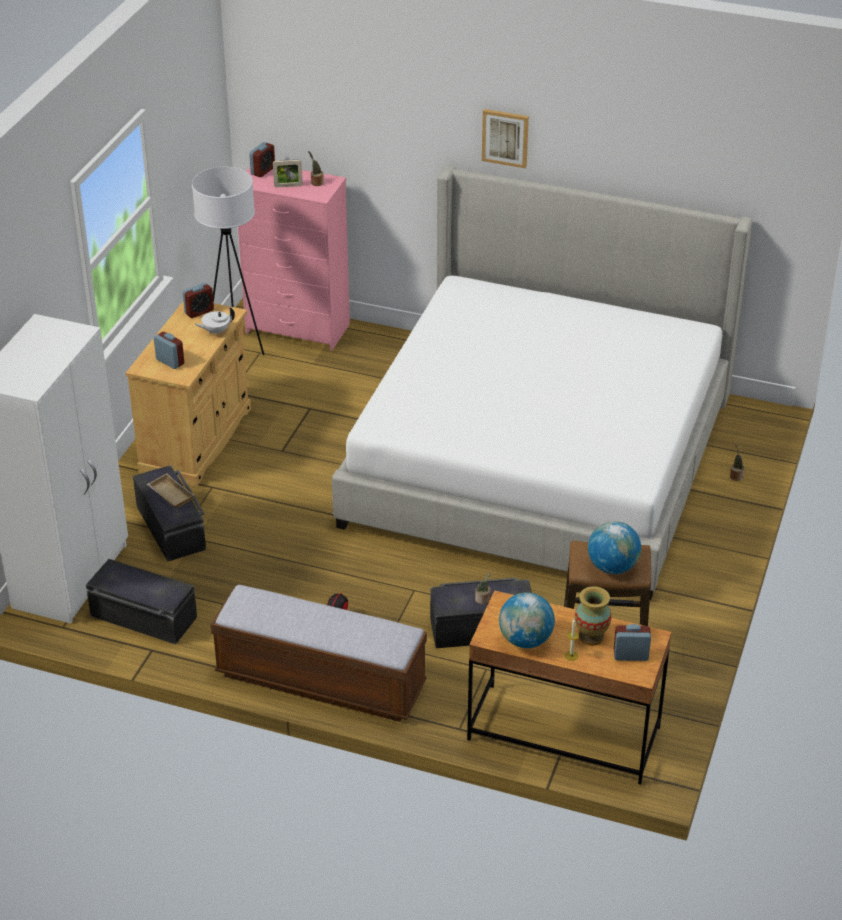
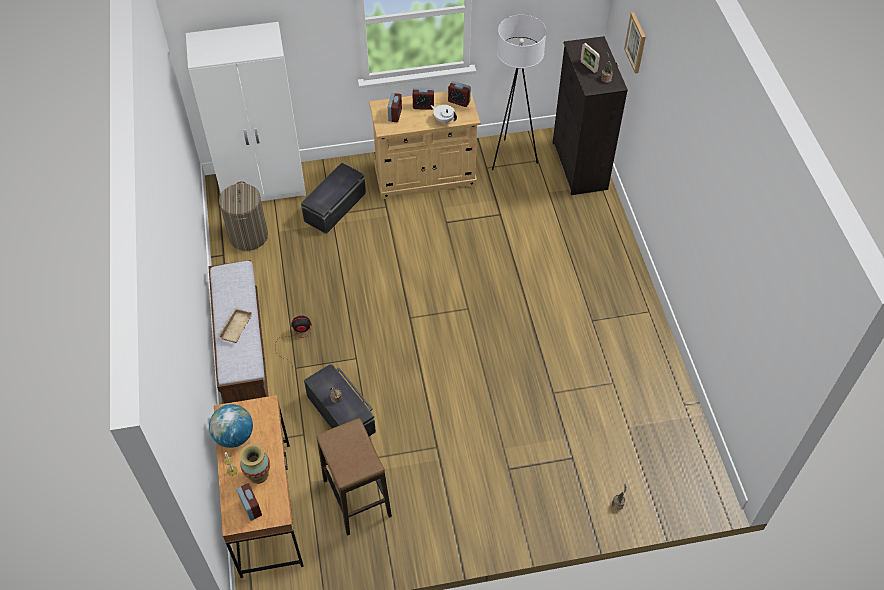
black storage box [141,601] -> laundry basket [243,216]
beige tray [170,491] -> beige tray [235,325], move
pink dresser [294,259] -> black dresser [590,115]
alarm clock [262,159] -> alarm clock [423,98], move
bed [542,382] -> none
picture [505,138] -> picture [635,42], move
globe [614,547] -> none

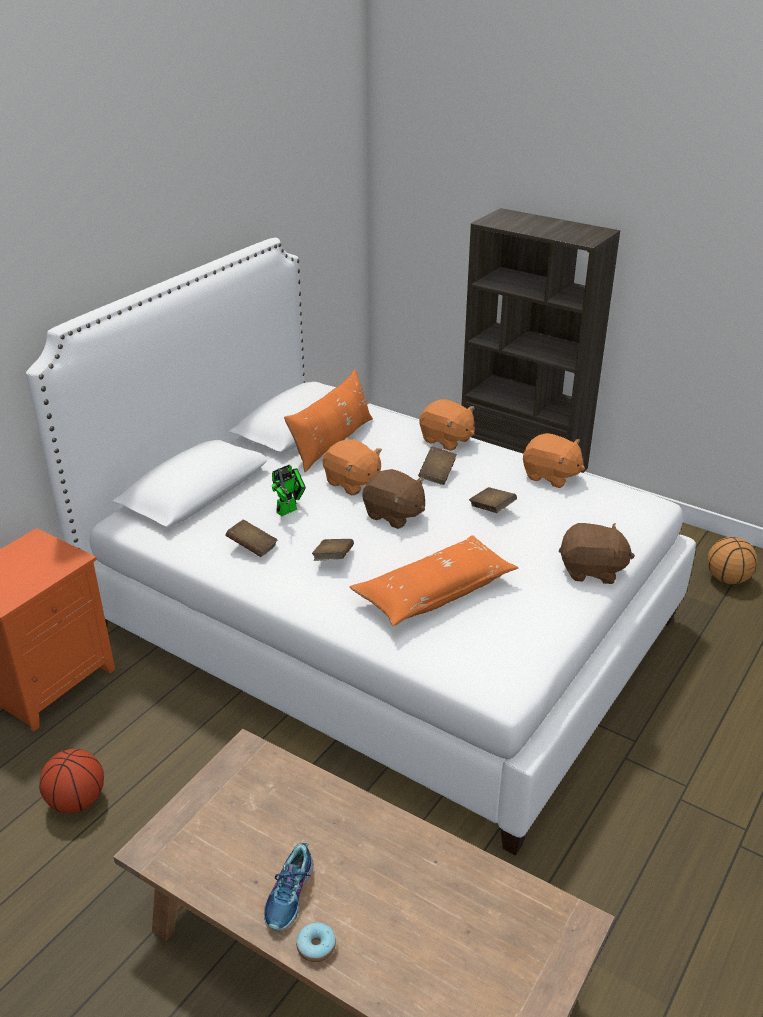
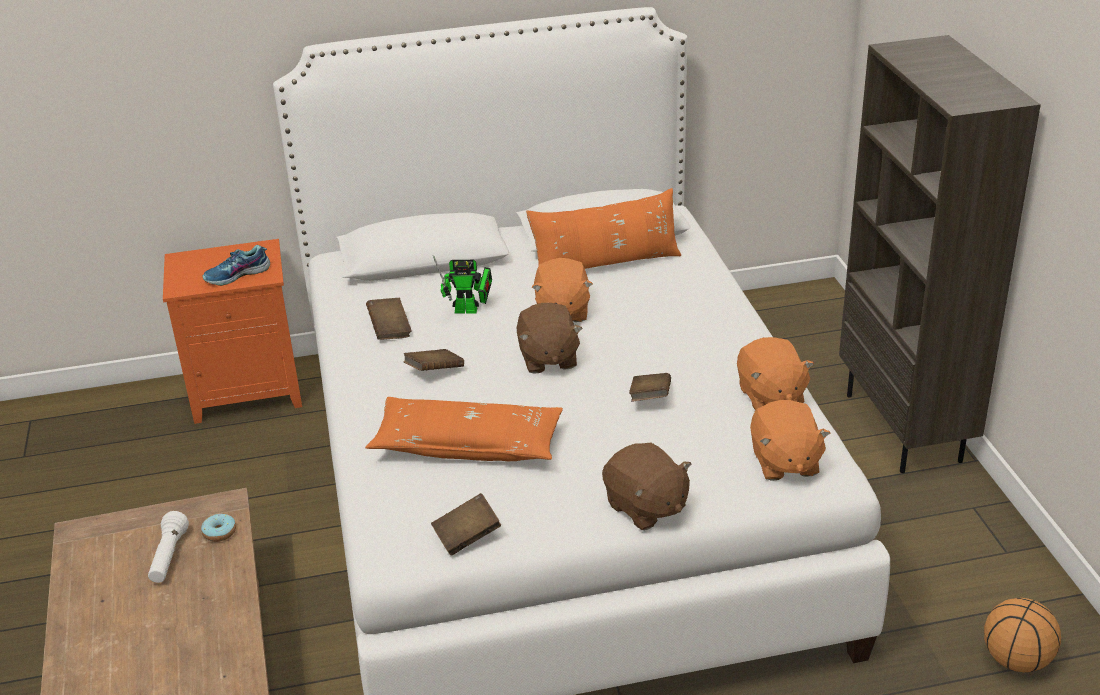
basketball [71,781] -> none
shoe [289,886] -> shoe [236,265], move
donut [316,942] -> donut [218,528], move
brown book [437,466] -> brown book [466,524], move
orange plush toy [447,425] -> orange plush toy [790,440], move
none -> white flashlight [168,547]

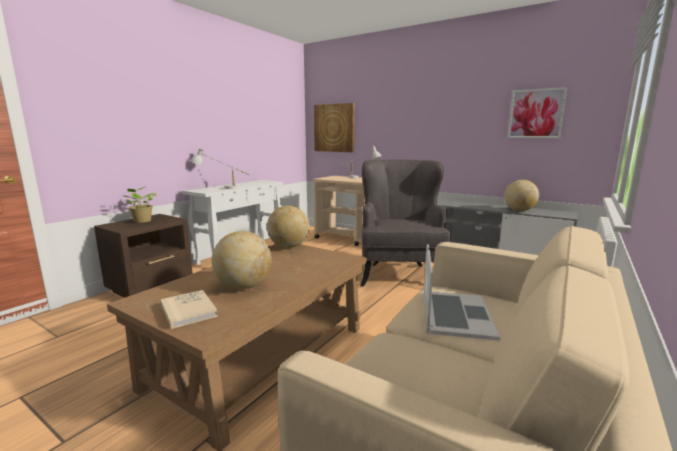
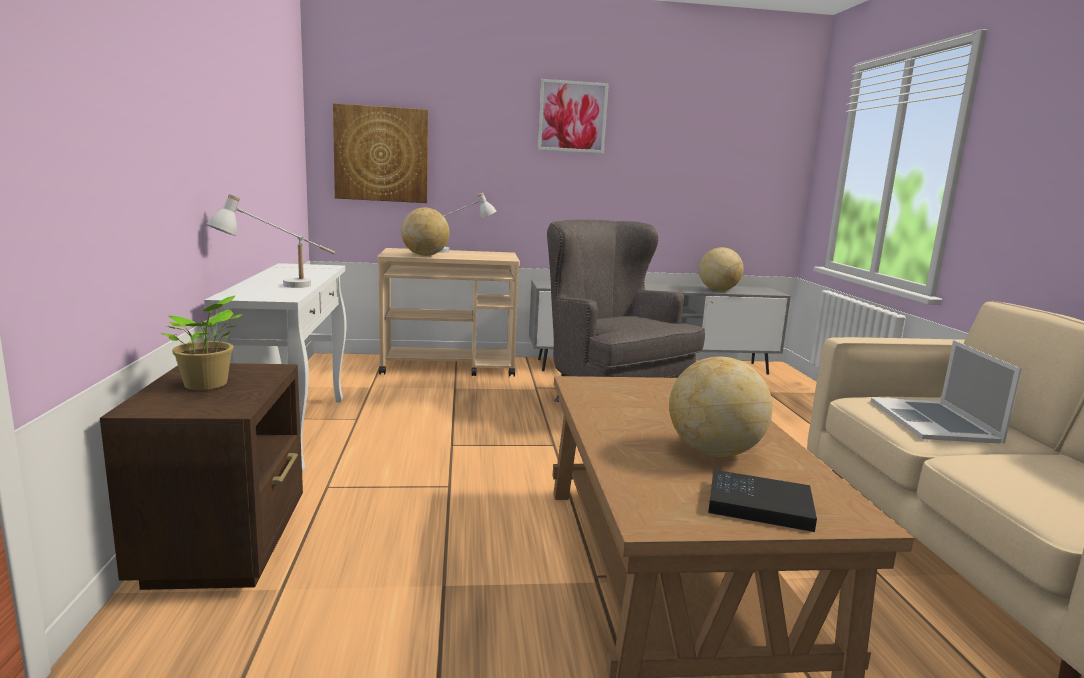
beige book [189,309] -> black book [762,501]
globe [288,227] -> globe [425,232], move
laptop [462,292] -> laptop [946,392], 150 degrees counterclockwise
picture [537,112] -> picture [573,116], move

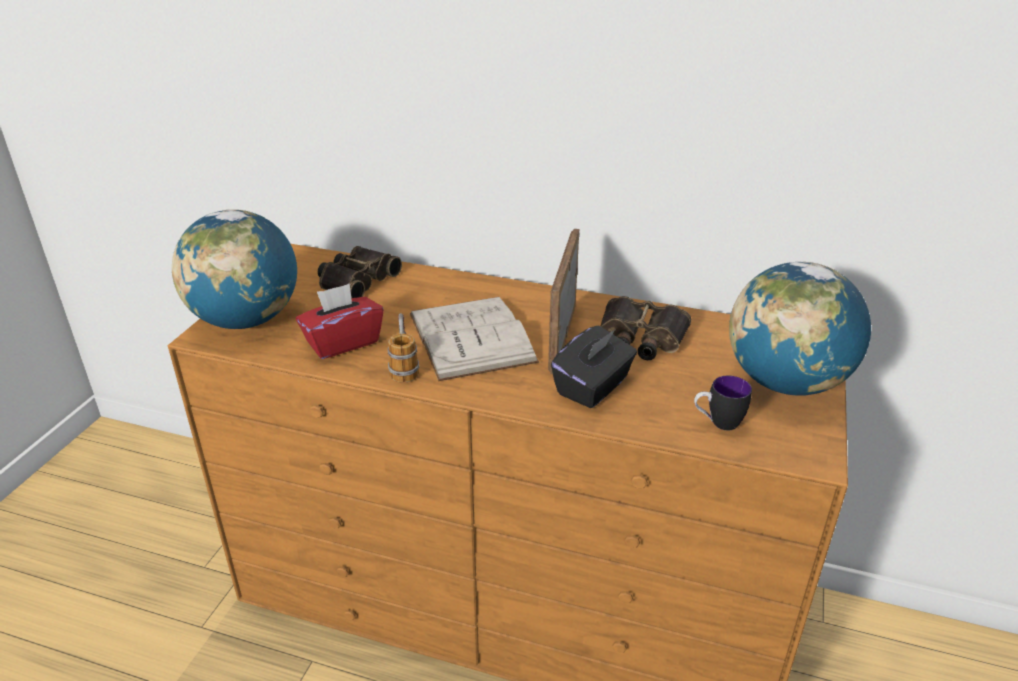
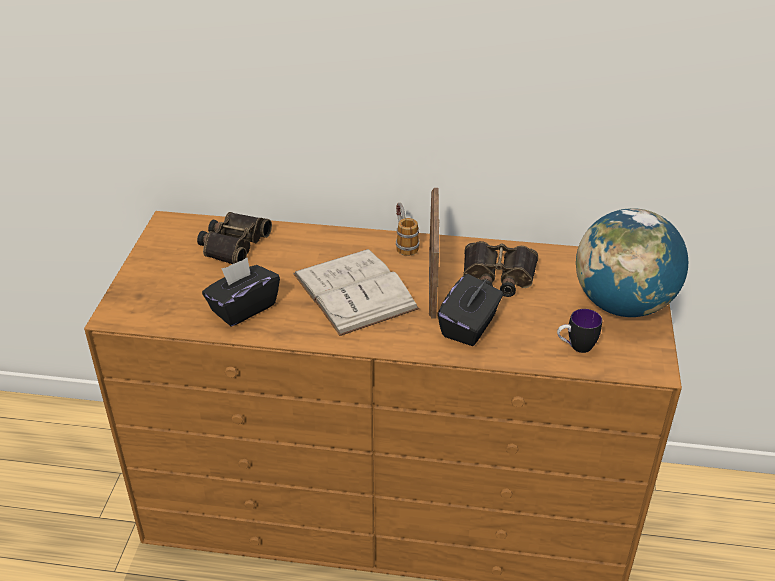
globe [234,269] -> none
red tissue box [340,321] -> black tissue box [241,292]
mug [403,348] -> mug [408,229], move

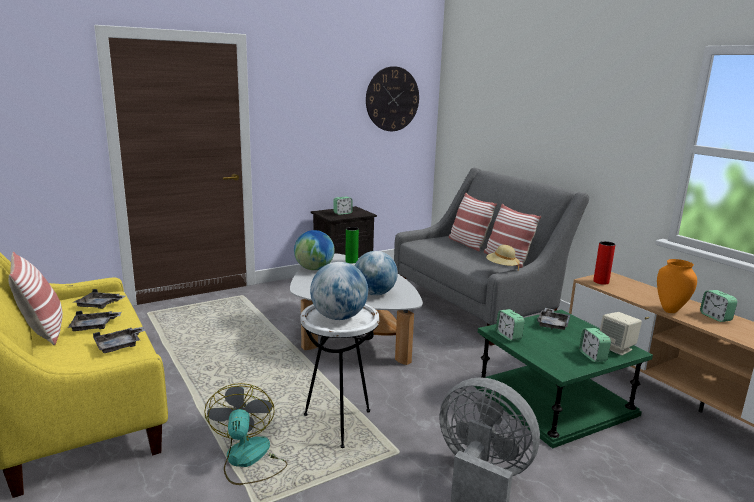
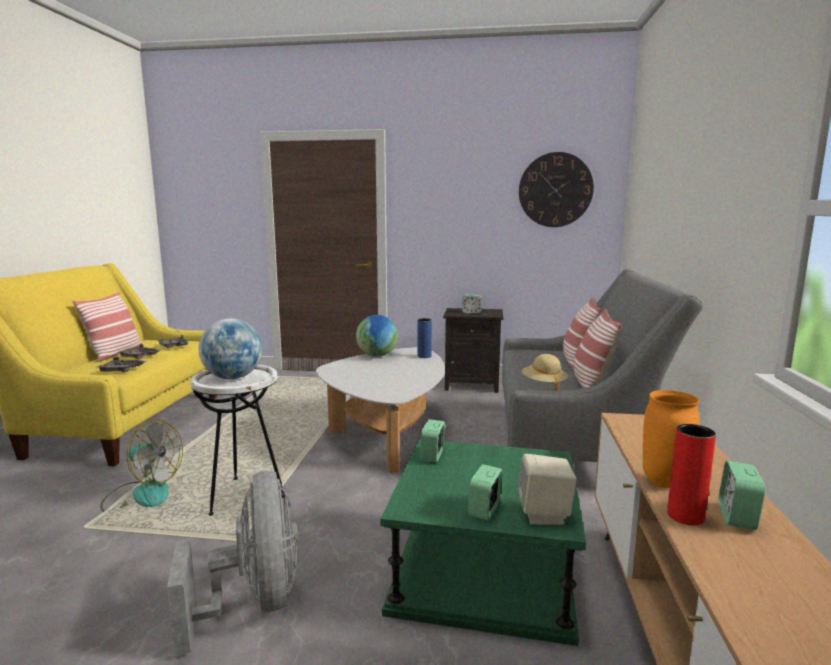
fan [245,434] -> fan [142,465], 75 degrees clockwise
green vase [352,245] -> blue vase [425,338]
globe [376,273] -> none
grey tray [553,319] -> none
red vase [604,263] -> red vase [691,474], move

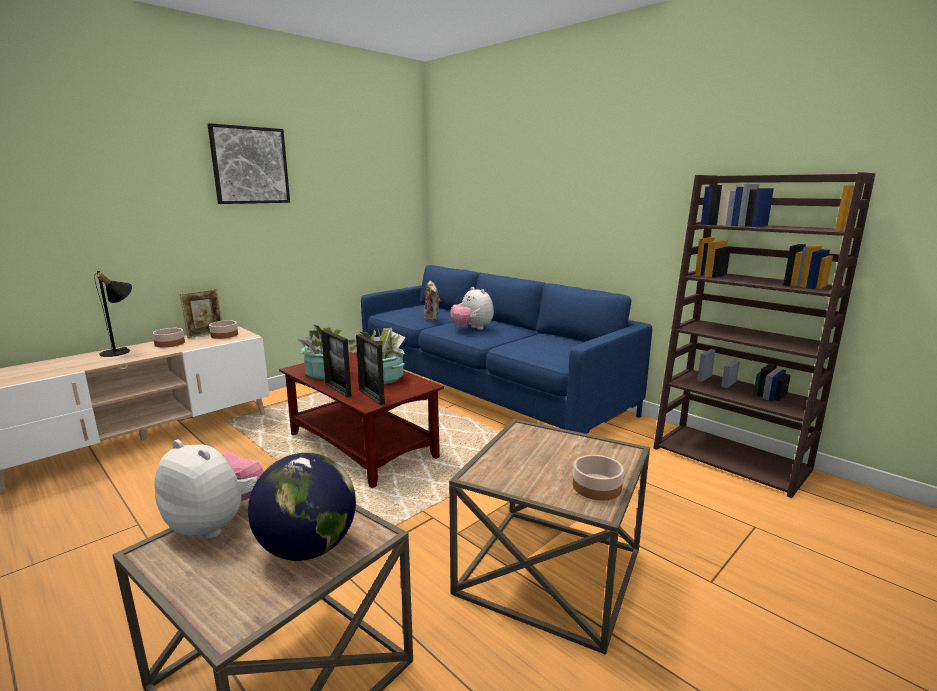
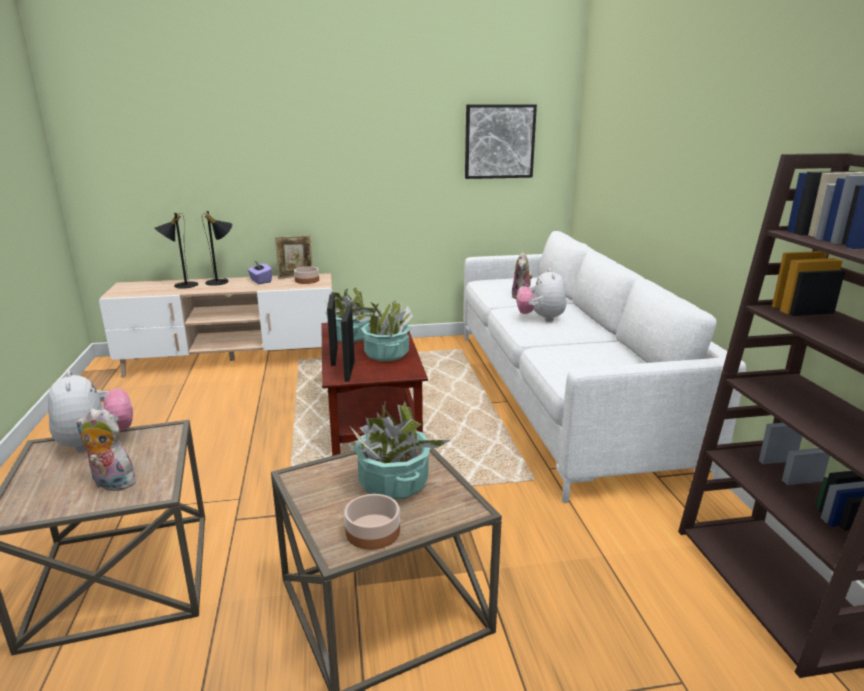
bowl [169,337] -> purple tissue box [259,272]
picture [248,163] -> picture [501,141], move
globe [302,507] -> plush toy [106,449]
blue sofa [506,349] -> white sofa [604,367]
none -> black table lamp [176,251]
none -> potted plant [399,451]

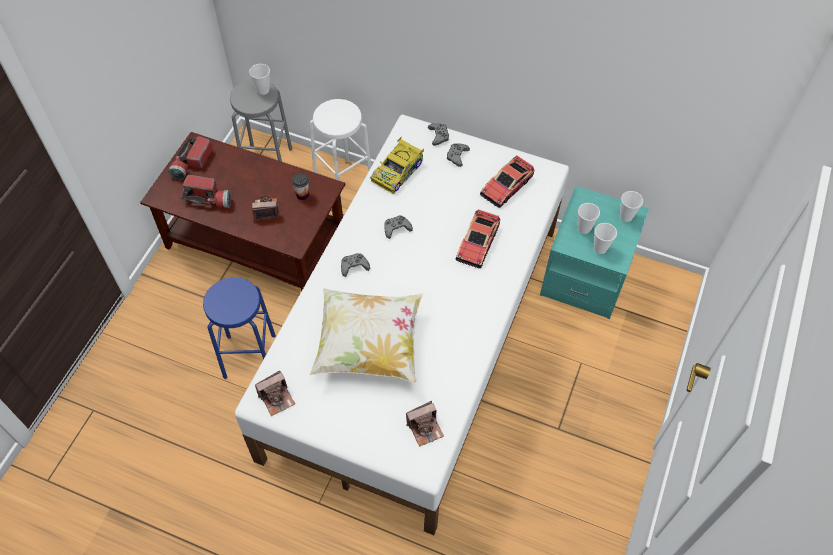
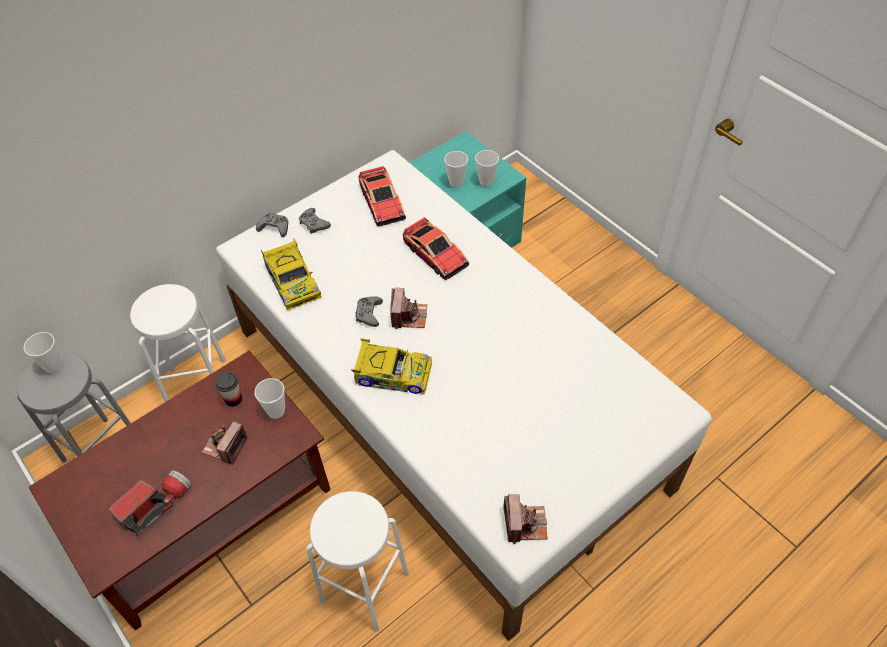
flashlight [190,157] -> none
blue stool [239,328] -> white stool [357,561]
pillow [366,335] -> none
grey game controller [355,265] -> toy car [392,366]
photo camera [425,424] -> photo camera [408,308], move
cup [631,206] -> cup [269,398], move

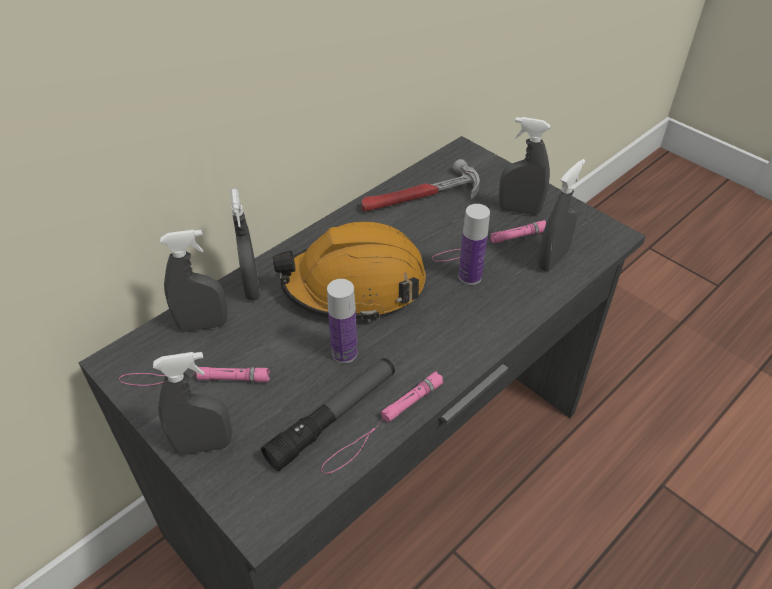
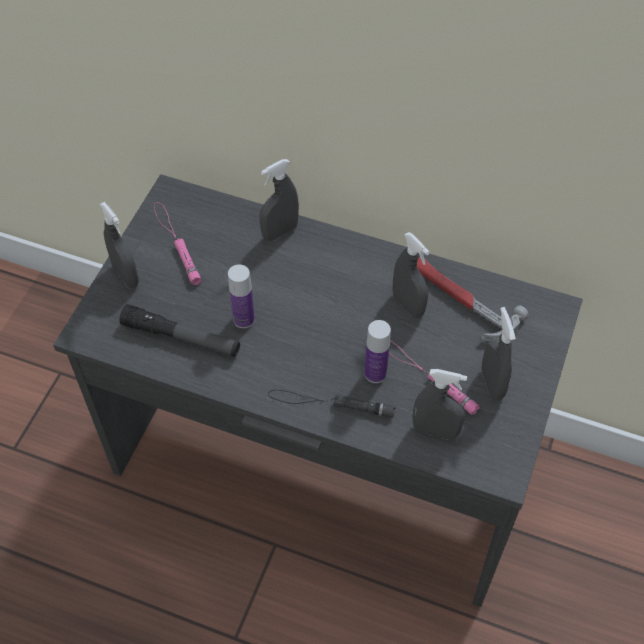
grey spray bottle [193,281] -> grey spray bottle [411,275], move
orange hard hat [349,271] -> none
pink flashlight [382,423] -> none
none -> black flashlight [331,404]

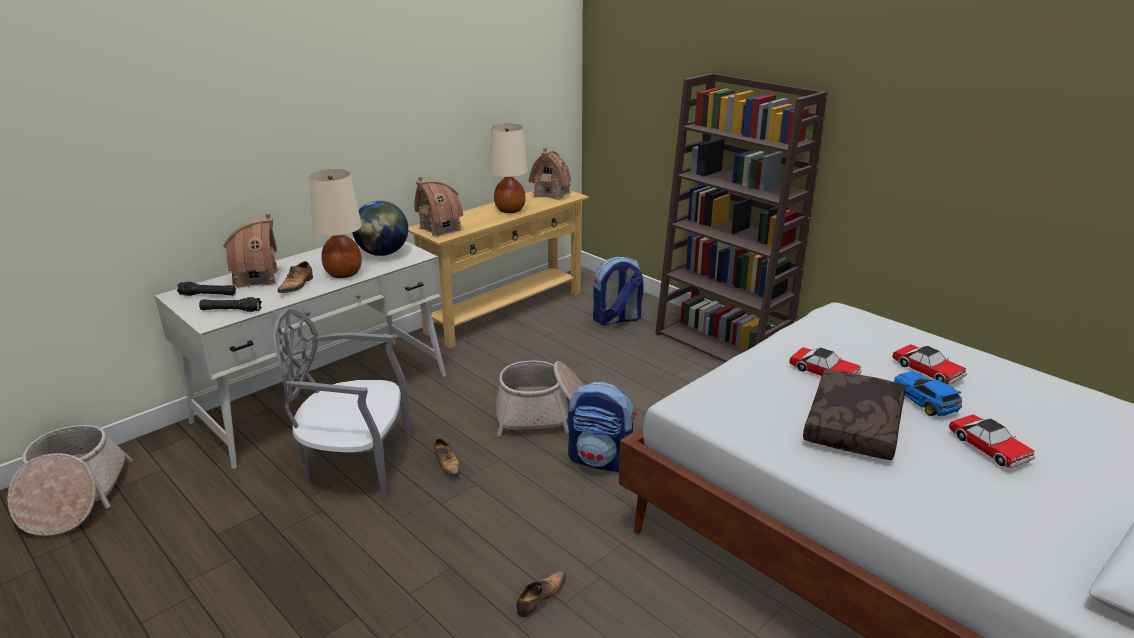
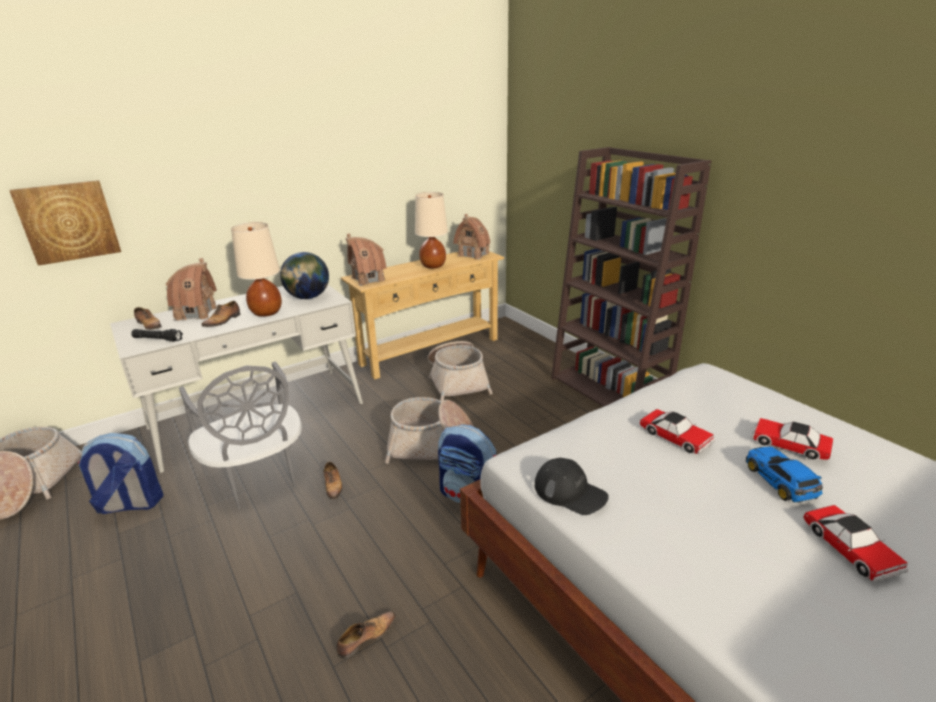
black flashlight [206,289] -> shoe [147,318]
grey chair [341,404] -> grey chair [240,435], 135 degrees counterclockwise
backpack [618,290] -> backpack [120,473], move
brown pillow [854,414] -> none
toy car [929,364] -> toy car [792,439], 150 degrees clockwise
none -> picture [65,223]
none -> basket [460,371]
none -> black cap [572,486]

